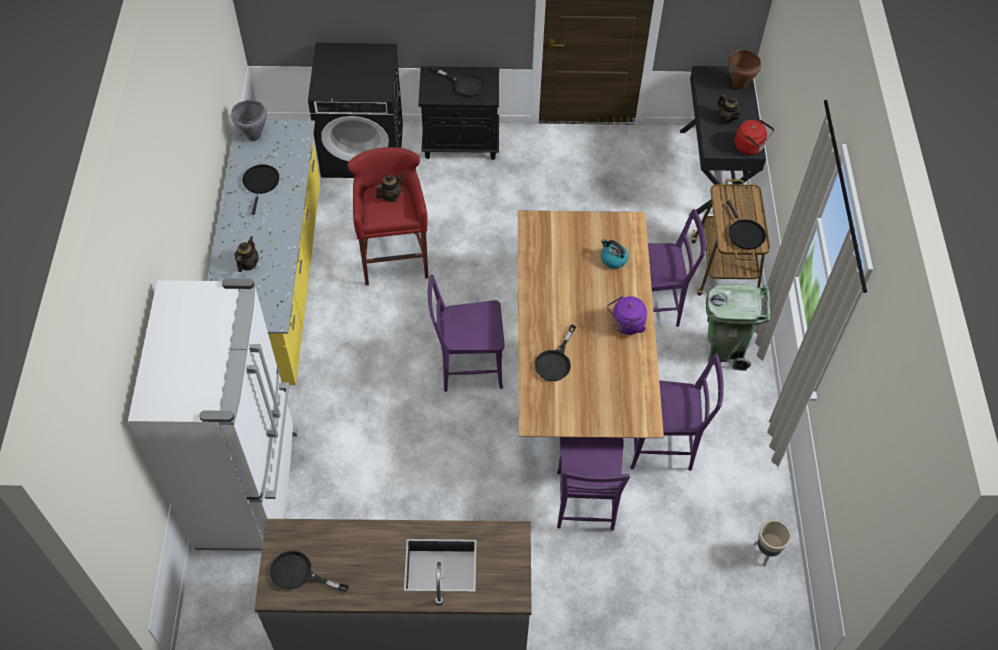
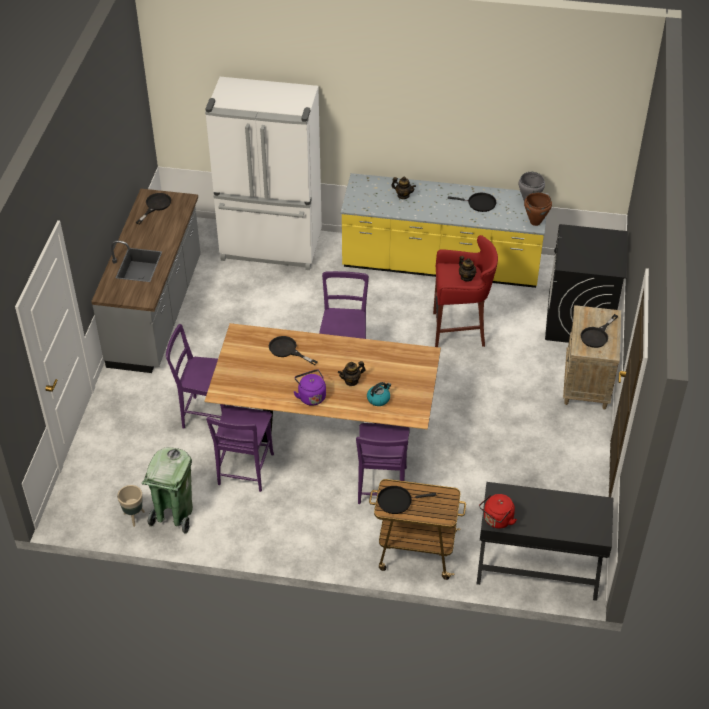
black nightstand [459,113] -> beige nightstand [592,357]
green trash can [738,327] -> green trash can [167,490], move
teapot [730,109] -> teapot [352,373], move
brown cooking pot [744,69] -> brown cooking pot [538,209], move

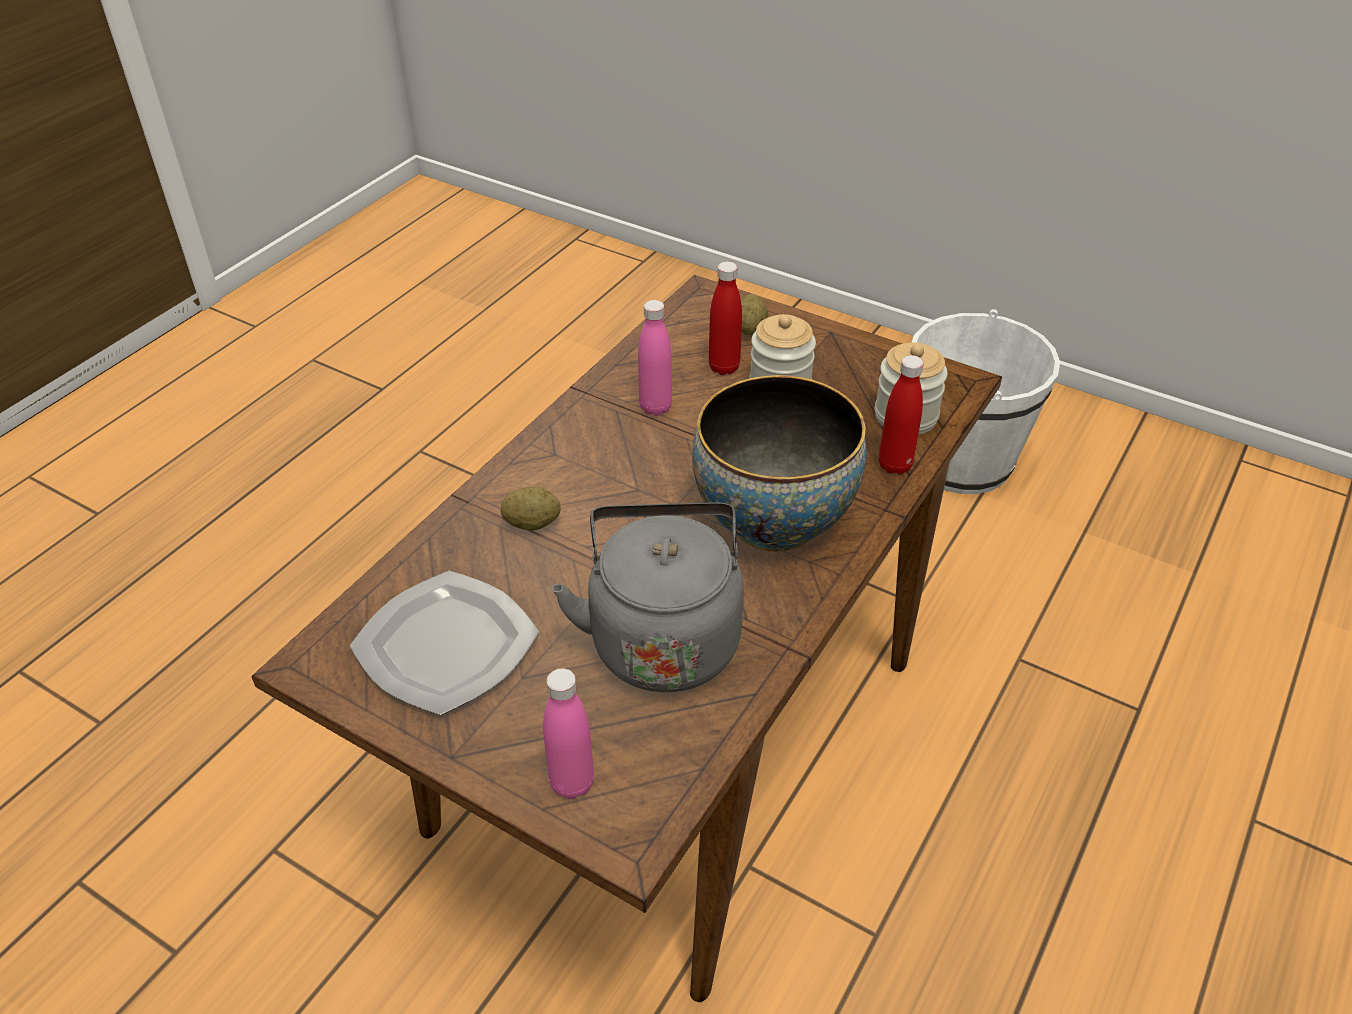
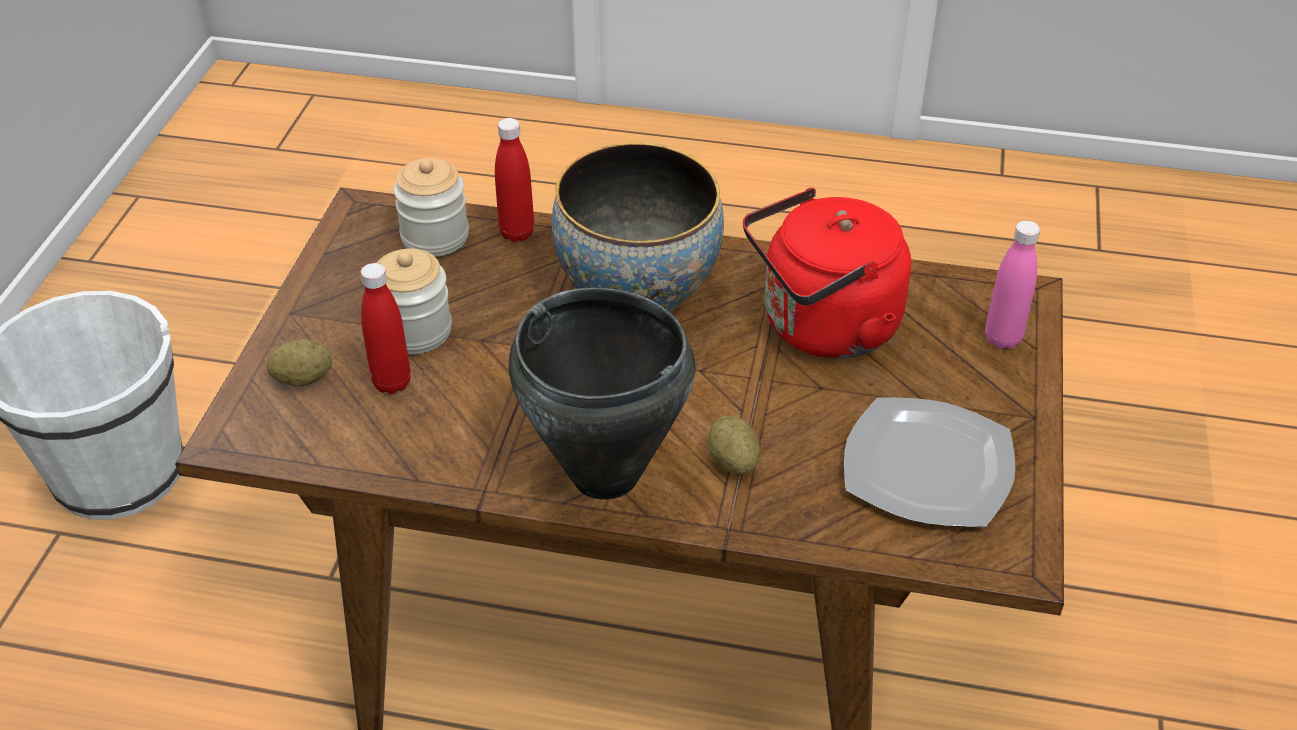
grey kettle [648,597] -> red kettle [827,273]
pink bottle [655,358] -> none
none -> black cooking pot [602,393]

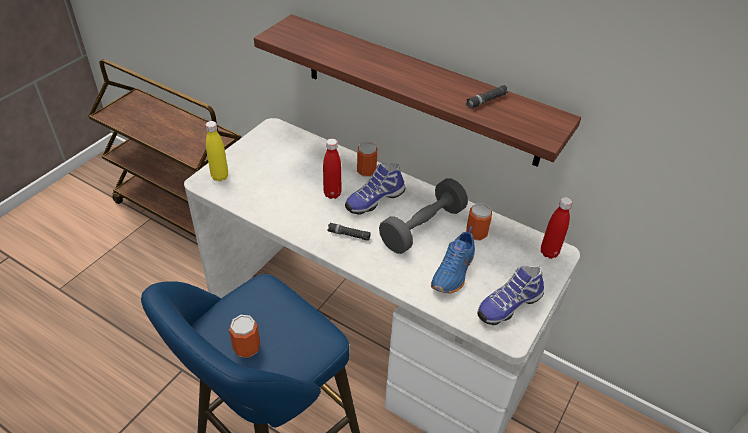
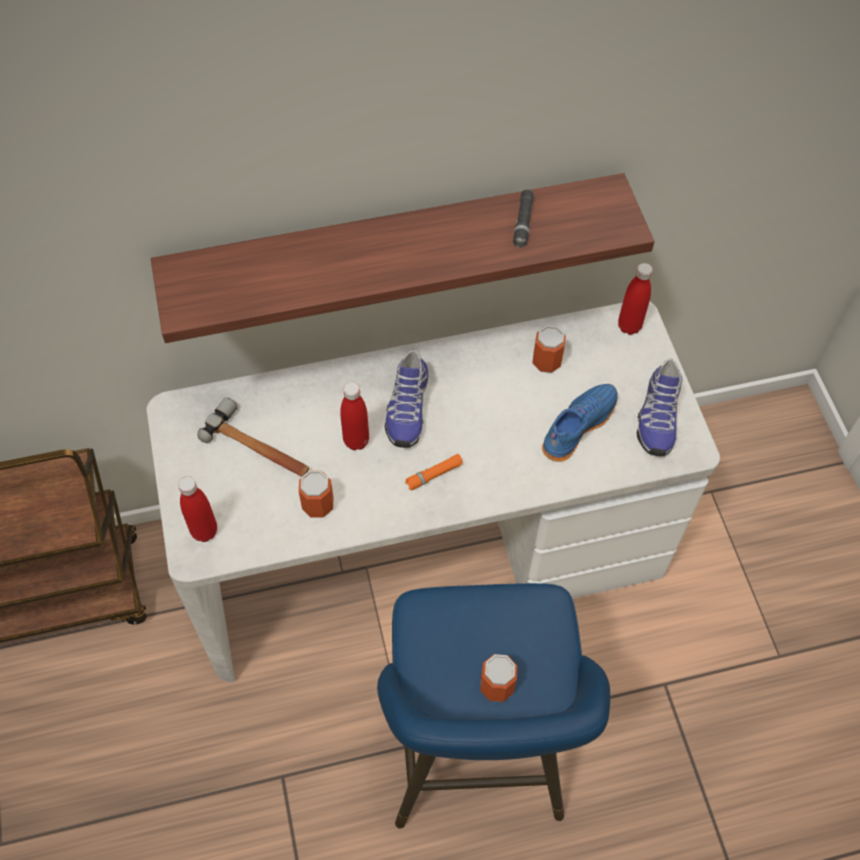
yellow bottle [216,151] -> red bottle [197,509]
black flashlight [349,232] -> orange flashlight [434,472]
can [367,159] -> can [316,494], move
grey dumbbell [423,216] -> none
blue shoe [453,260] -> blue shoe [580,423], 120 degrees counterclockwise
none -> hammer [253,437]

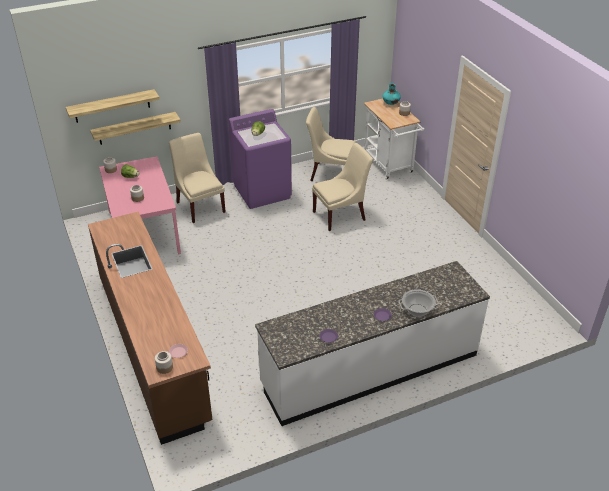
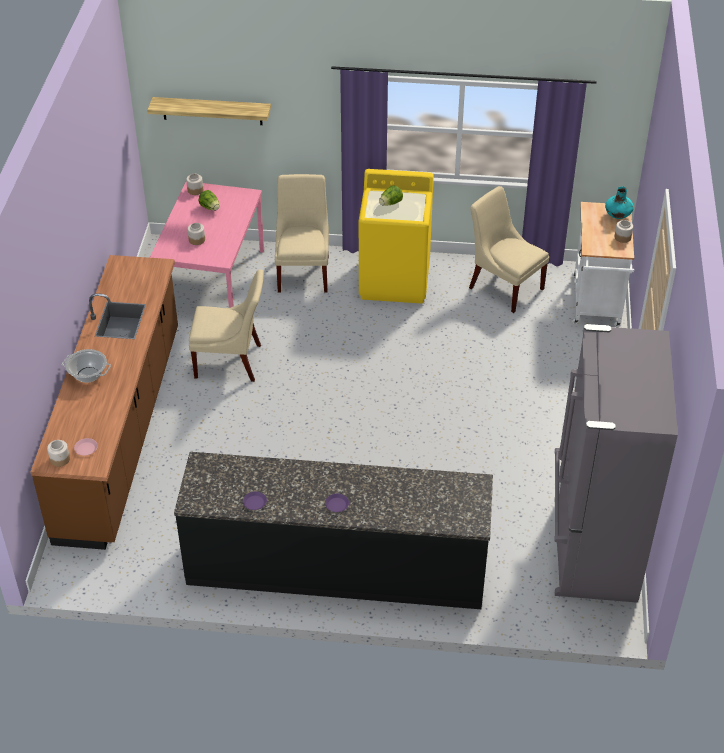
shelf [135,128] -> none
purple washing machine [260,159] -> yellow washing machine [396,236]
white counter [372,343] -> black counter [333,530]
beige chair [342,187] -> beige chair [226,325], move
cooking pot [418,303] -> cooking pot [86,366], move
none -> grey fridge [616,463]

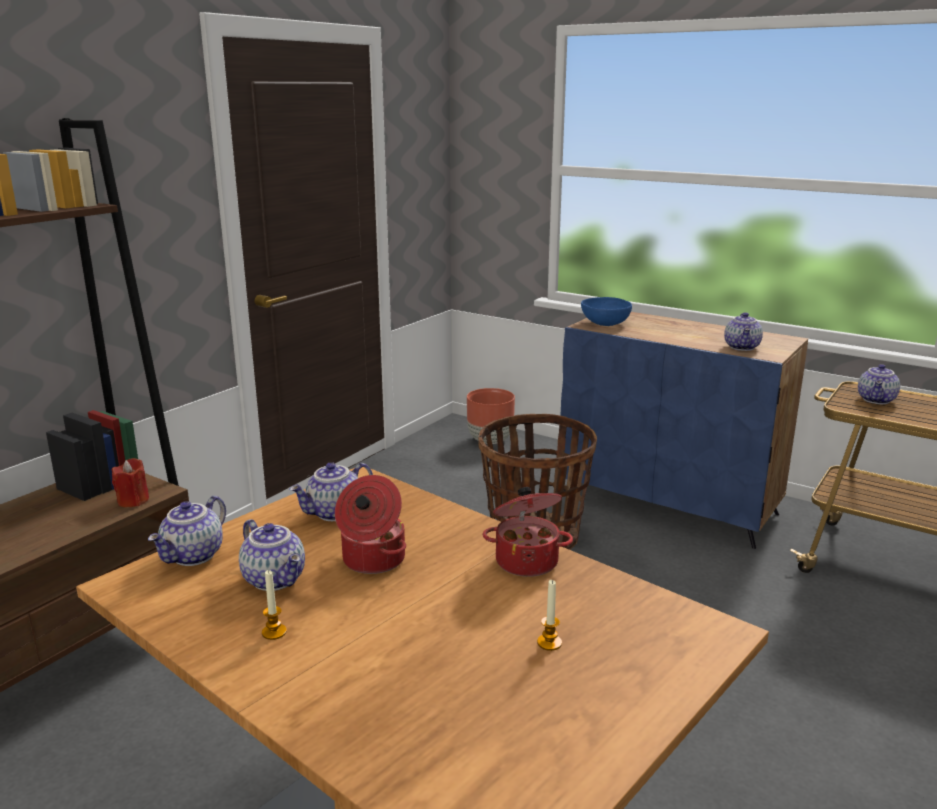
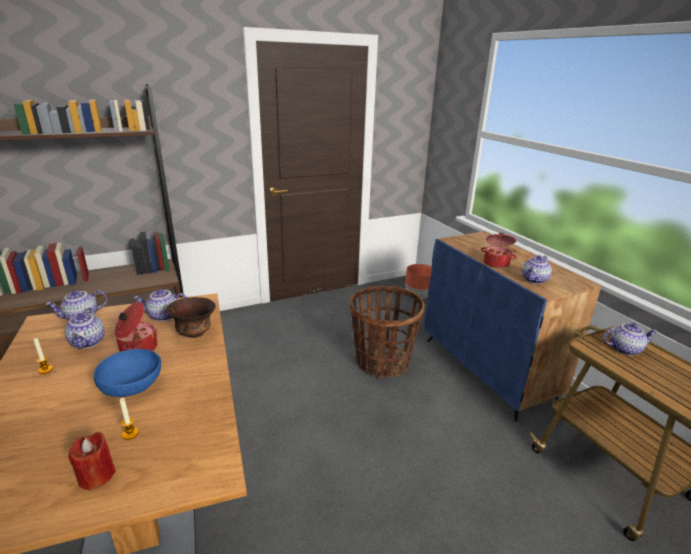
red candle [130,482] -> red candle [92,461], move
cooking pot [527,532] -> cooking pot [499,250], move
blue bowl [606,311] -> blue bowl [127,373], move
teapot [879,384] -> teapot [630,339], 150 degrees counterclockwise
none -> brown bowl [191,317]

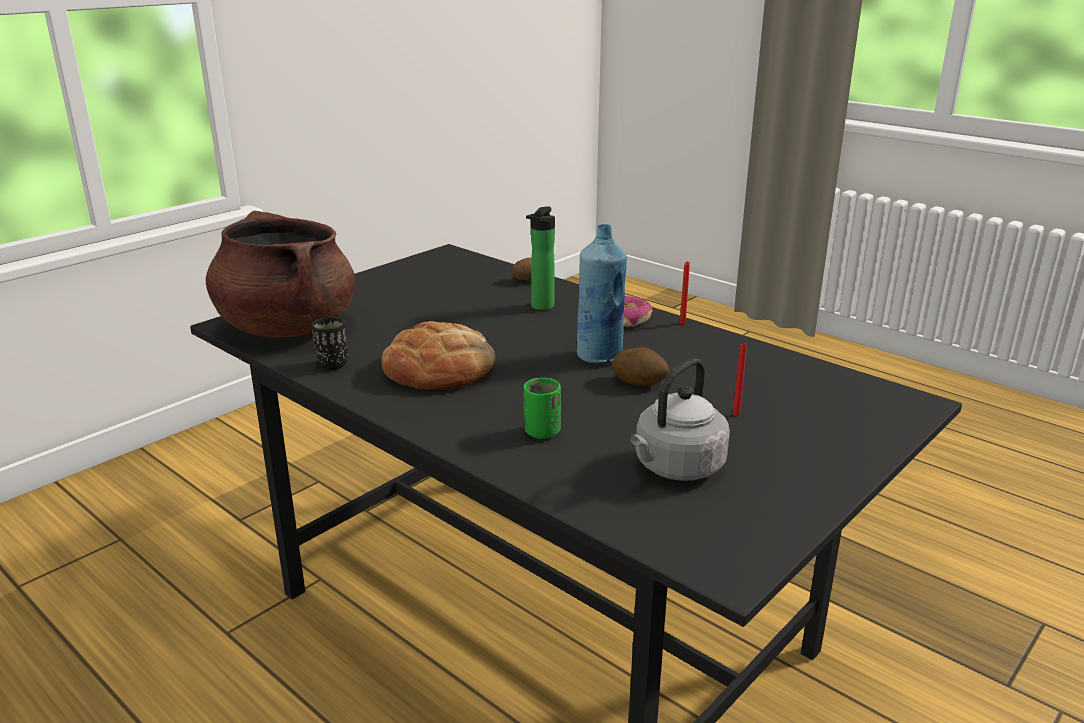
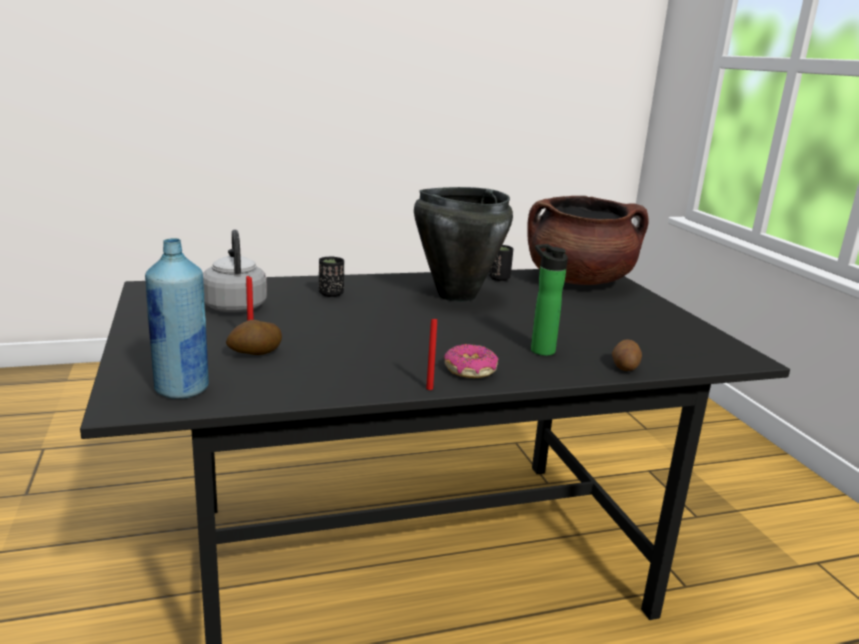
bread [438,355] -> black cooking pot [463,244]
green cup [542,408] -> black cup [331,276]
blue bottle [602,294] -> blue bottle [177,318], move
potato [641,366] -> potato [254,337], move

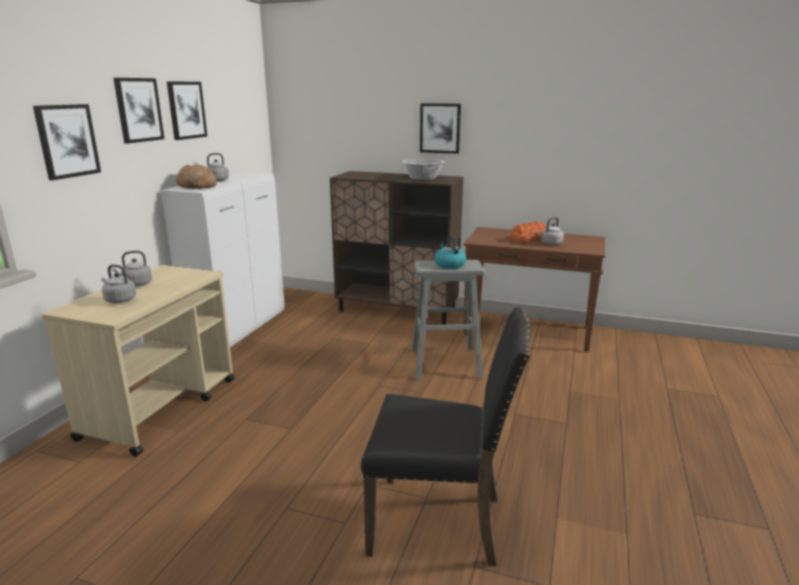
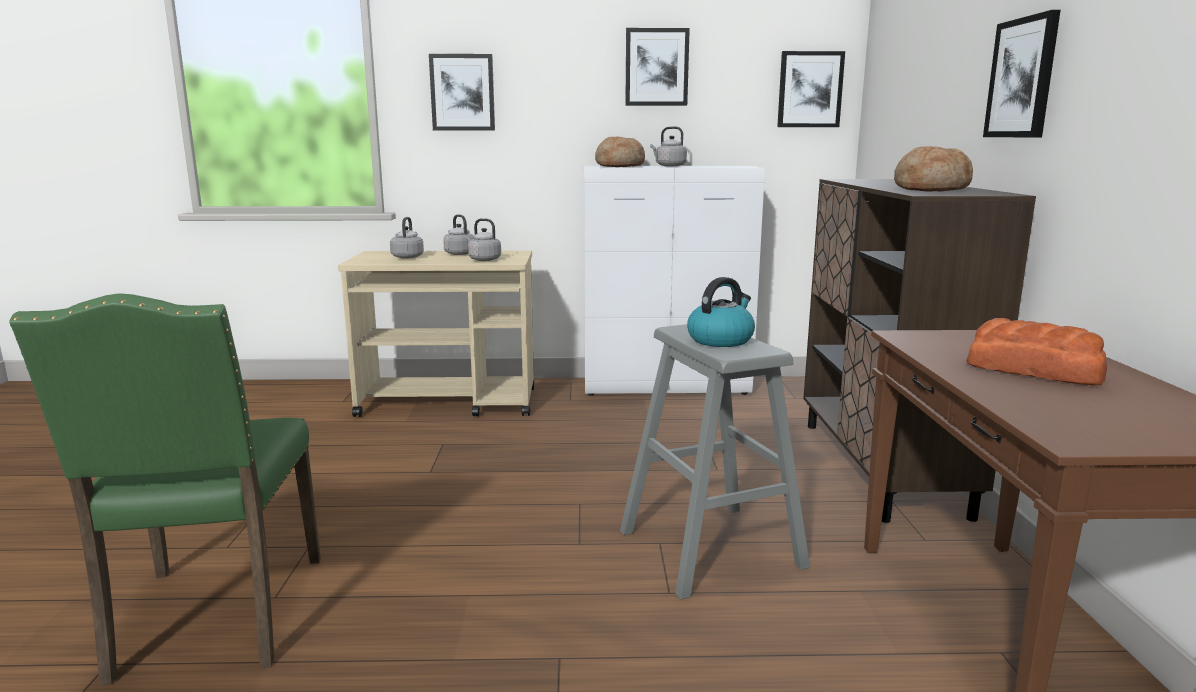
picture [138,111] -> picture [811,89], move
black chair [445,436] -> green chair [165,489]
cooking pot [423,169] -> bread [933,168]
grey kettle [552,231] -> grey kettle [483,239], move

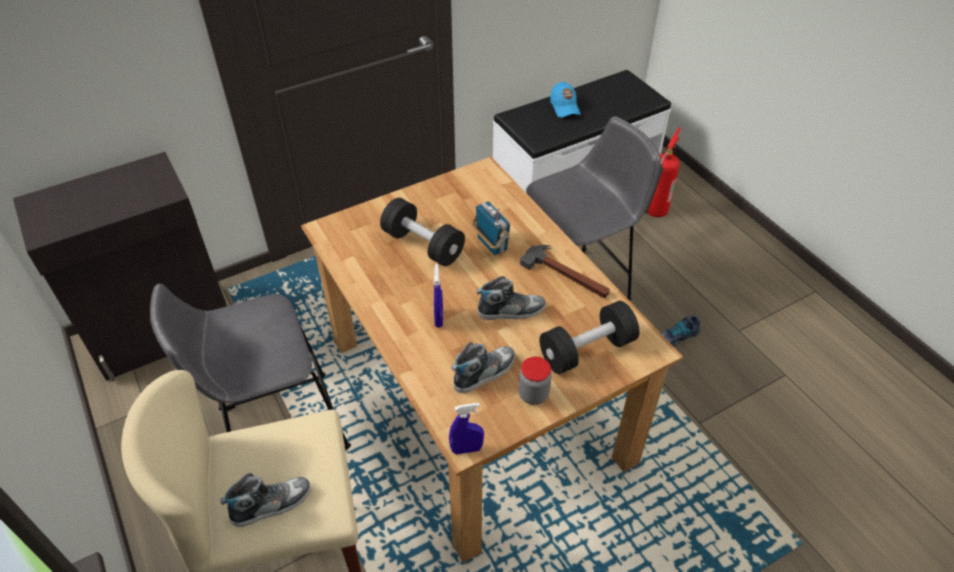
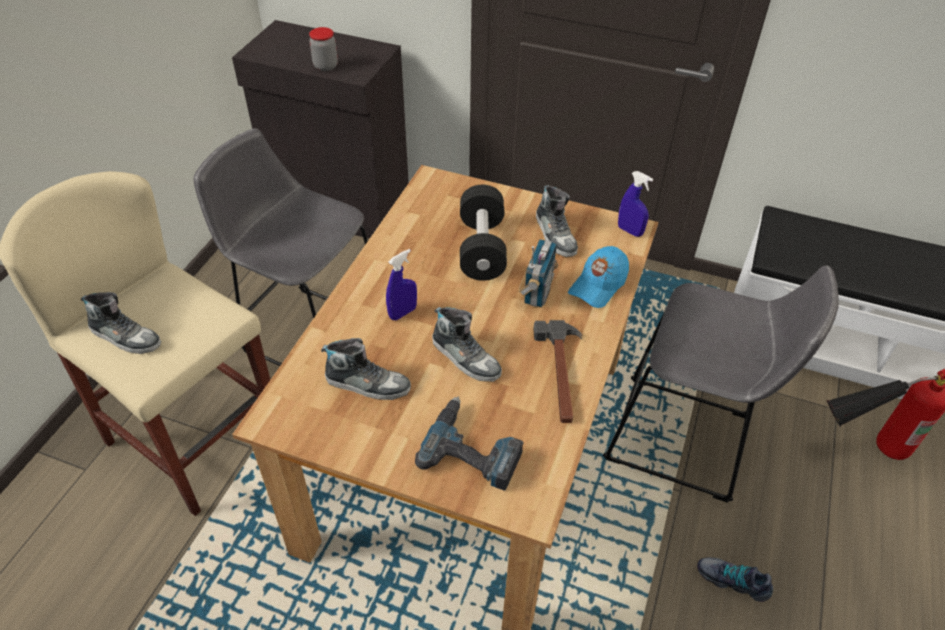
blue spray bottle [466,428] -> blue spray bottle [635,204], move
jar [535,381] -> jar [323,49], move
black dumbbell [589,337] -> power drill [469,443]
blue cap [566,99] -> blue cap [598,277], move
none -> shoe [557,221]

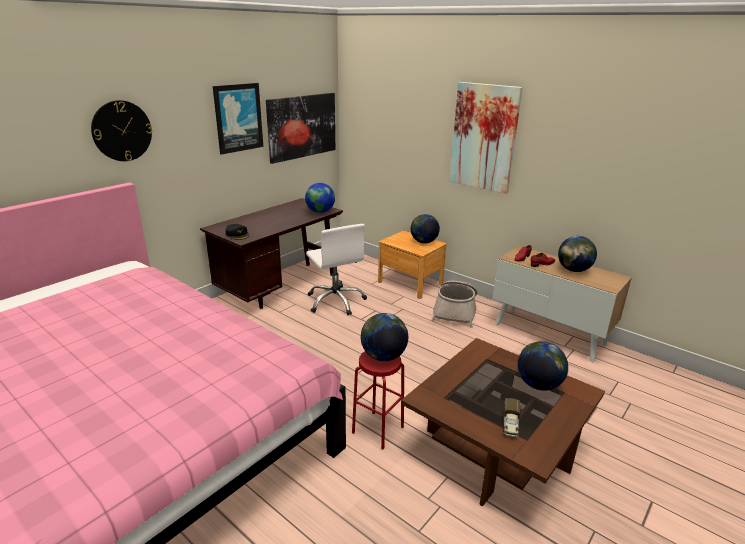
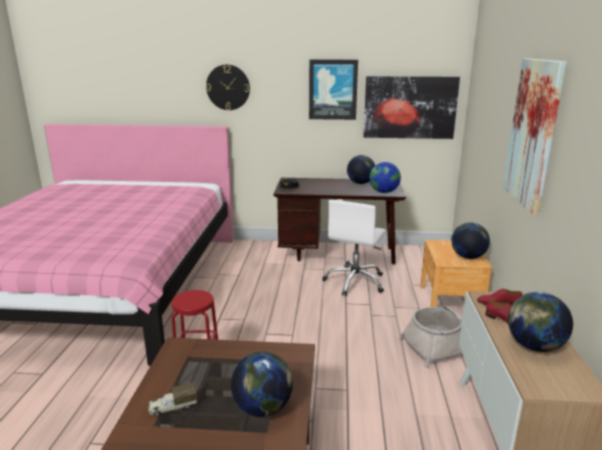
globe [384,337] -> globe [361,169], move

